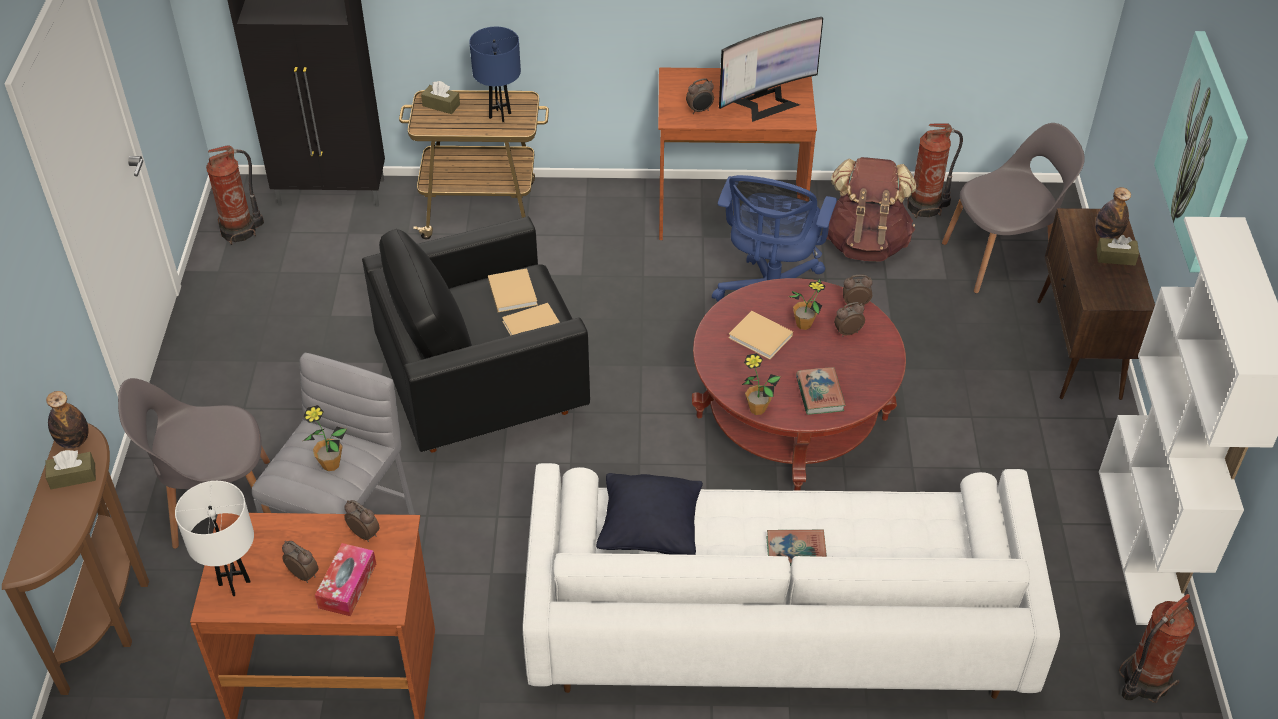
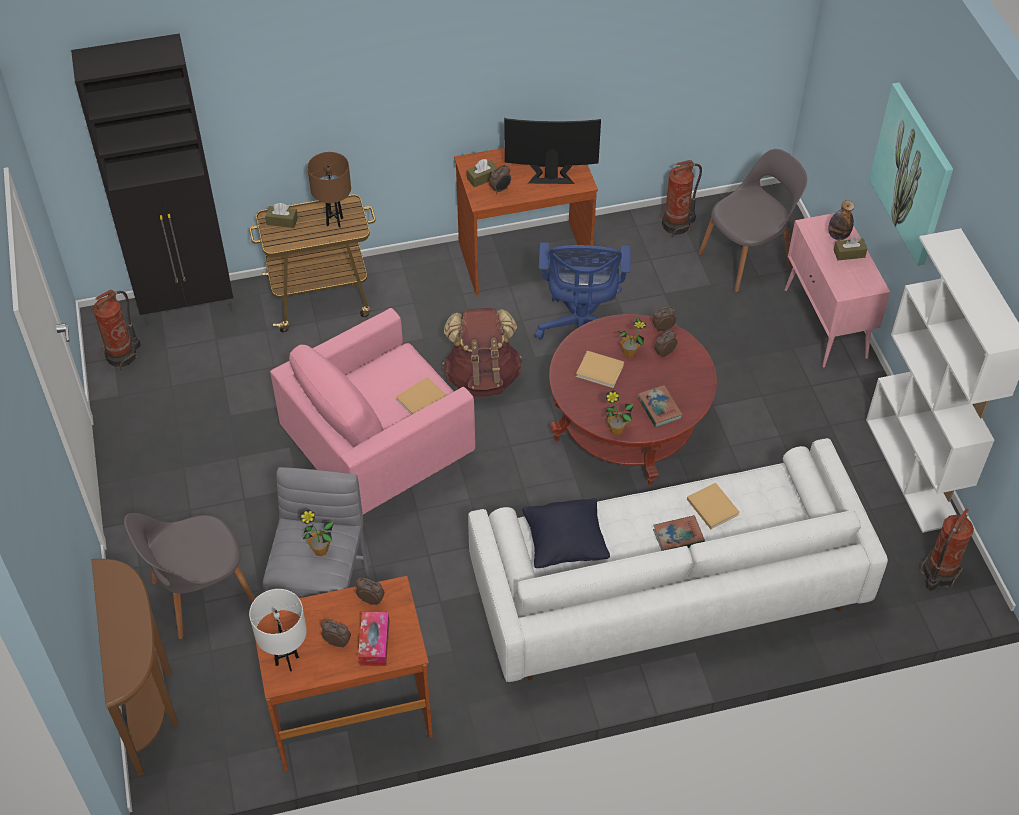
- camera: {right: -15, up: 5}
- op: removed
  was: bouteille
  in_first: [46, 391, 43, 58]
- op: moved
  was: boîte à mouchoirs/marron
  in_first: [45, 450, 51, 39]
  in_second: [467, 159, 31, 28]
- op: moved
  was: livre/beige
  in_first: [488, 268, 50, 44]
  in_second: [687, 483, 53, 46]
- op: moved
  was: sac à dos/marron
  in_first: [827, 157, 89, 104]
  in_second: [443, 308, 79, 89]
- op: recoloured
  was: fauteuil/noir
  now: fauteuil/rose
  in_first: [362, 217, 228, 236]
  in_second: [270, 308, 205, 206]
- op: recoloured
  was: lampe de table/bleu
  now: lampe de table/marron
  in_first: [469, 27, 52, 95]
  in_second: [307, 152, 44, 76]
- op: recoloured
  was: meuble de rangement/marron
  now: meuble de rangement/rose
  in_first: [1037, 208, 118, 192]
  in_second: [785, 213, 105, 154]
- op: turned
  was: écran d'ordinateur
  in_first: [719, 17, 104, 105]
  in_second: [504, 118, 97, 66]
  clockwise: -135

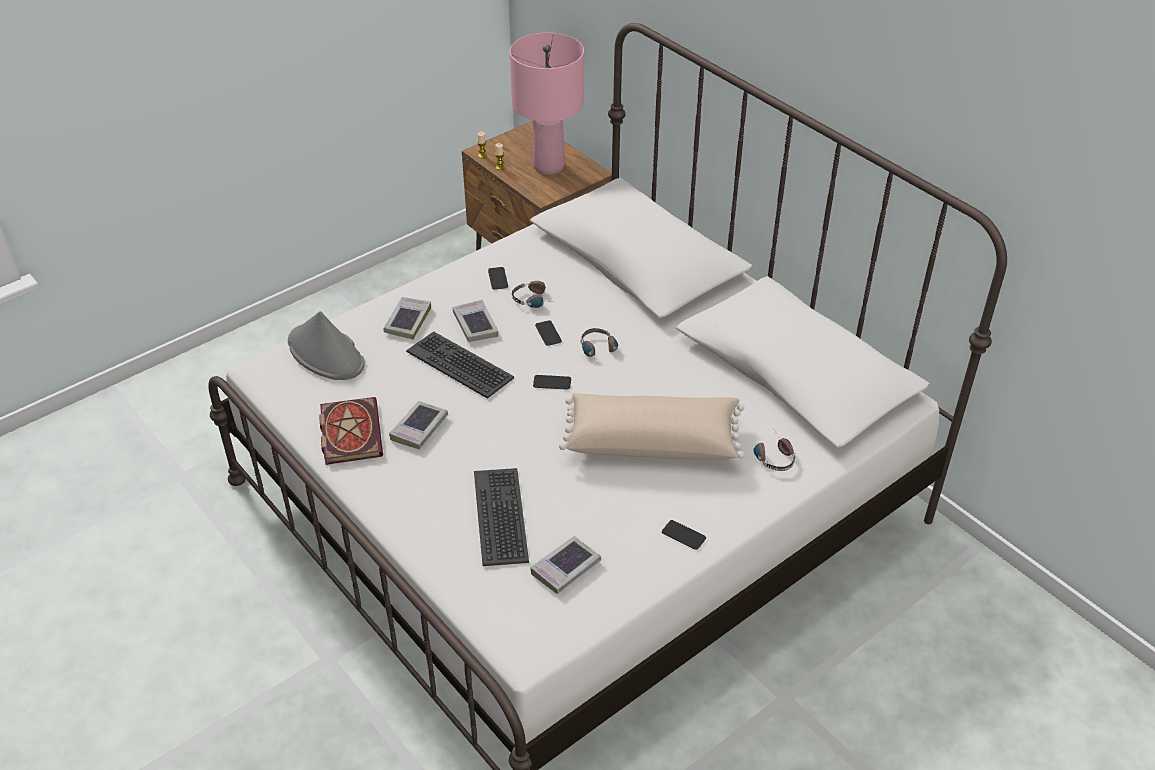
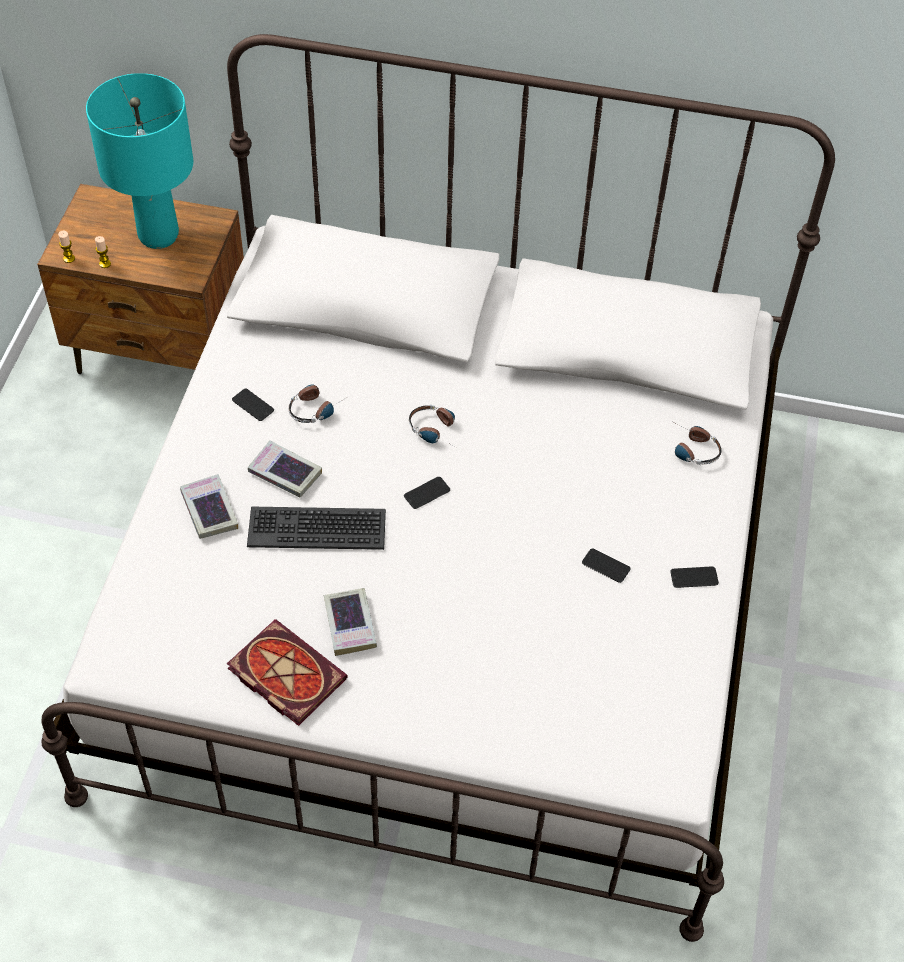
- camera: {right: -40, up: 10}
- op: removed
  was: chapeau/gris
  in_first: [288, 311, 77, 69]
- op: removed
  was: clavier
  in_first: [474, 468, 55, 98]
- op: removed
  was: livre
  in_first: [530, 536, 71, 58]
- op: removed
  was: coussin/beige
  in_first: [559, 393, 186, 67]
- op: moved
  was: téléphone
  in_first: [535, 320, 27, 26]
  in_second: [582, 548, 49, 35]
- op: recoloured
  was: lampe de table/rose
  now: lampe de table/turquoise
  in_first: [510, 33, 74, 142]
  in_second: [86, 73, 107, 176]

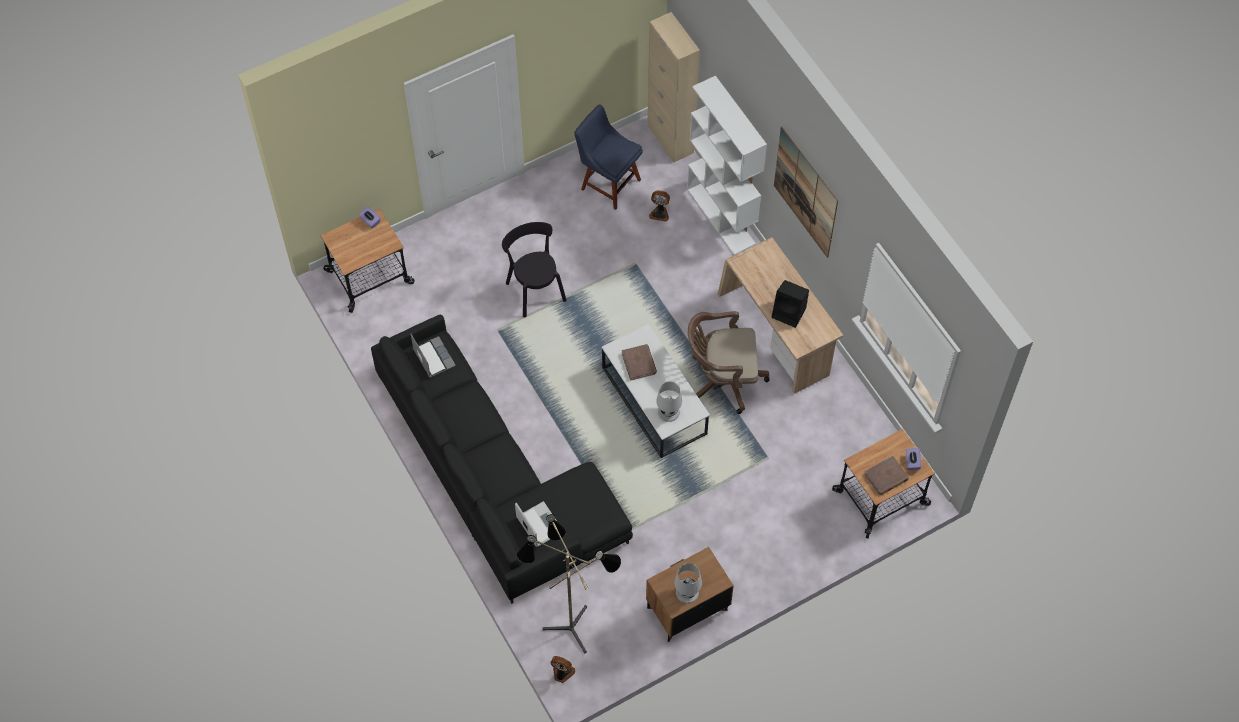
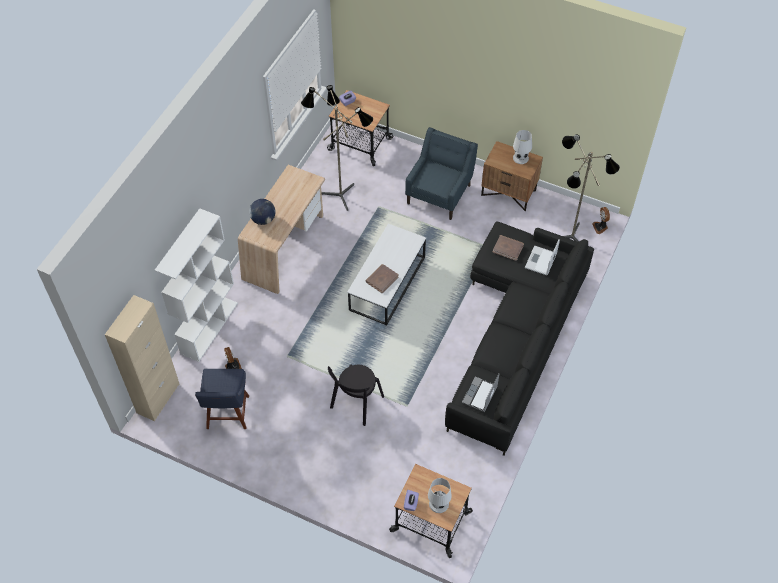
- camera: {right: -125, up: -5}
- op: removed
  was: chaise de bureau/marron
  in_first: [688, 311, 82, 103]
- op: removed
  was: enceinte/noir
  in_first: [772, 280, 37, 48]
- op: removed
  was: tableau
  in_first: [774, 126, 64, 132]
- op: added
  now: globe
  in_second: [249, 199, 27, 26]
- op: added
  now: lampadaire
  in_second: [301, 85, 72, 126]
- op: added
  now: fauteuil/bleu
  in_second: [405, 127, 73, 93]
- op: moved
  was: lampe de table/blanc
  in_first: [656, 382, 26, 40]
  in_second: [428, 478, 24, 35]
- op: moved
  was: livre/marron
  in_first: [864, 456, 45, 39]
  in_second: [493, 235, 31, 26]

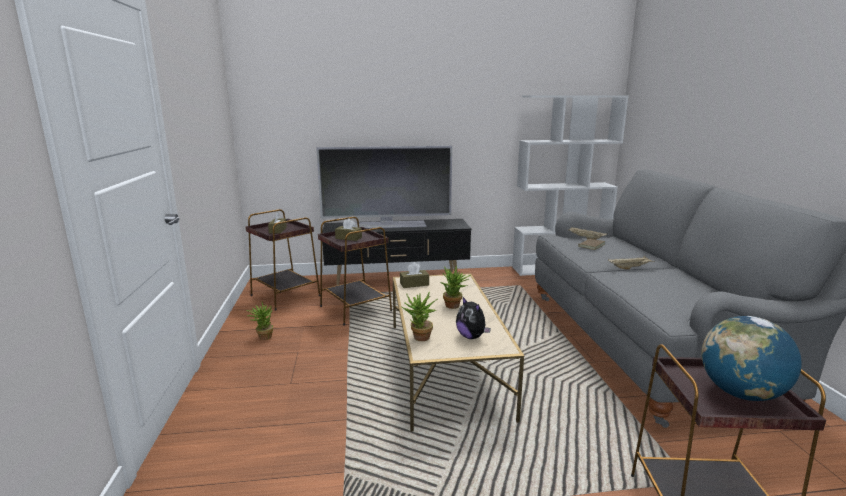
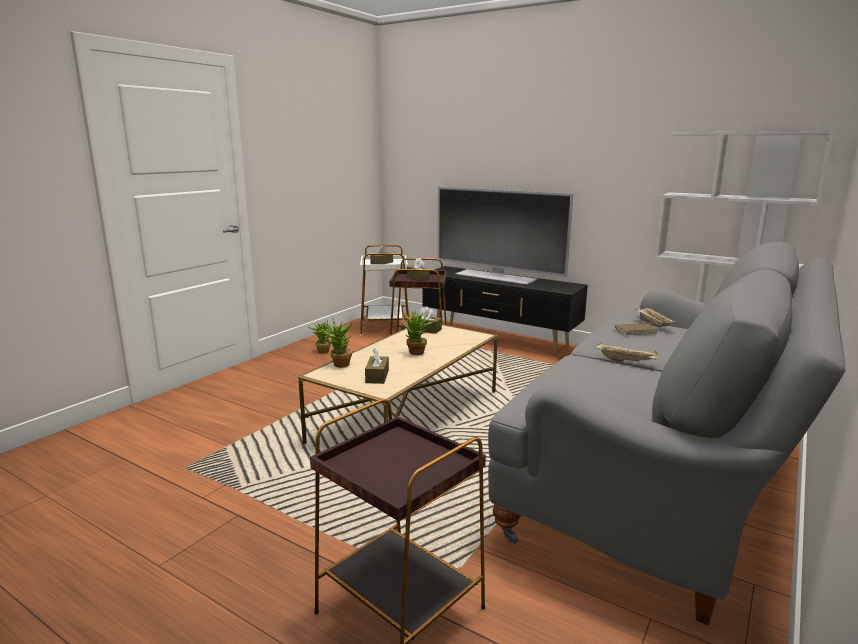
- camera: {right: 40, up: 0}
- op: removed
  was: globe
  in_first: [702, 316, 100, 85]
- op: replaced
  was: peluche
  now: boîte à mouchoirs/marron
  in_first: [456, 296, 35, 43]
  in_second: [365, 348, 24, 36]
- op: recoloured
  was: table d'appoint/marron
  now: table d'appoint/blanc
  in_first: [246, 209, 74, 102]
  in_second: [360, 245, 50, 91]

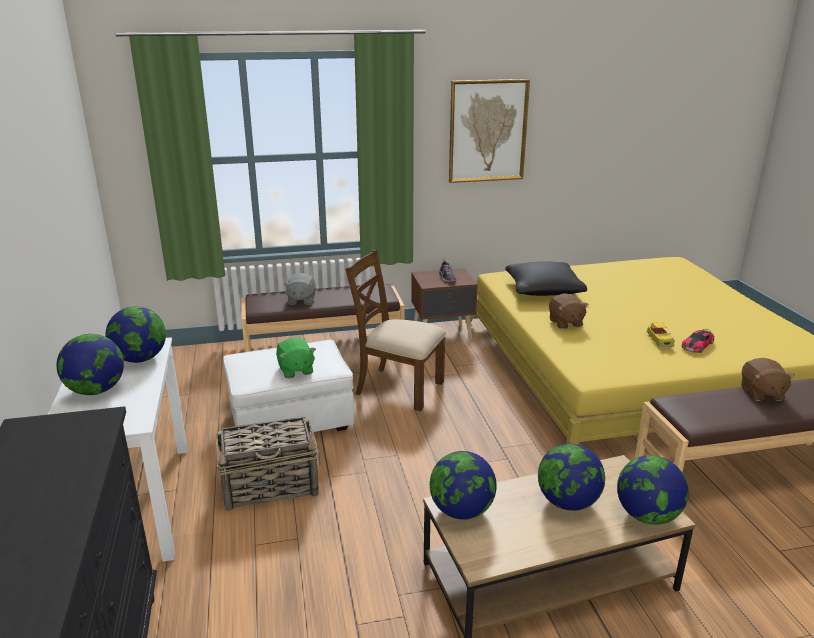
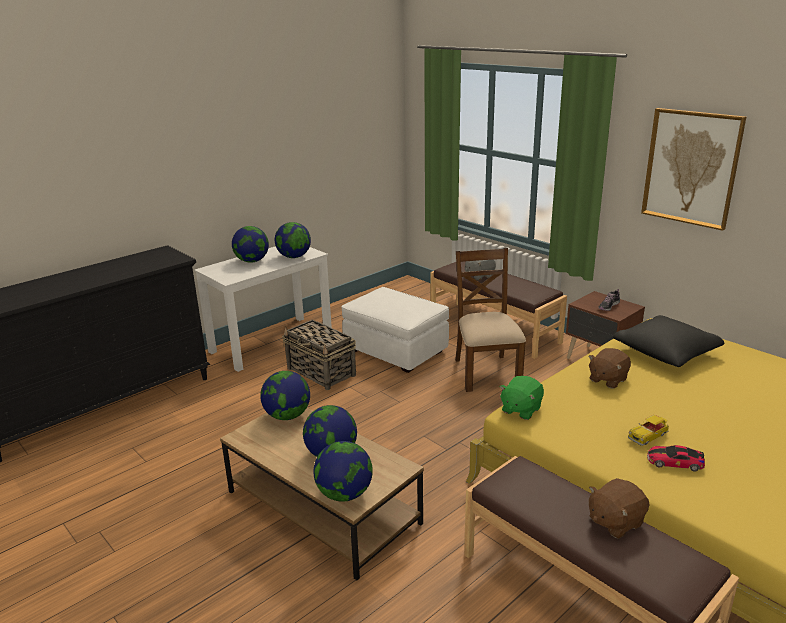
- camera: {right: 60, up: 0}
- op: moved
  was: peluche/vert
  in_first: [276, 338, 40, 40]
  in_second: [499, 376, 45, 44]

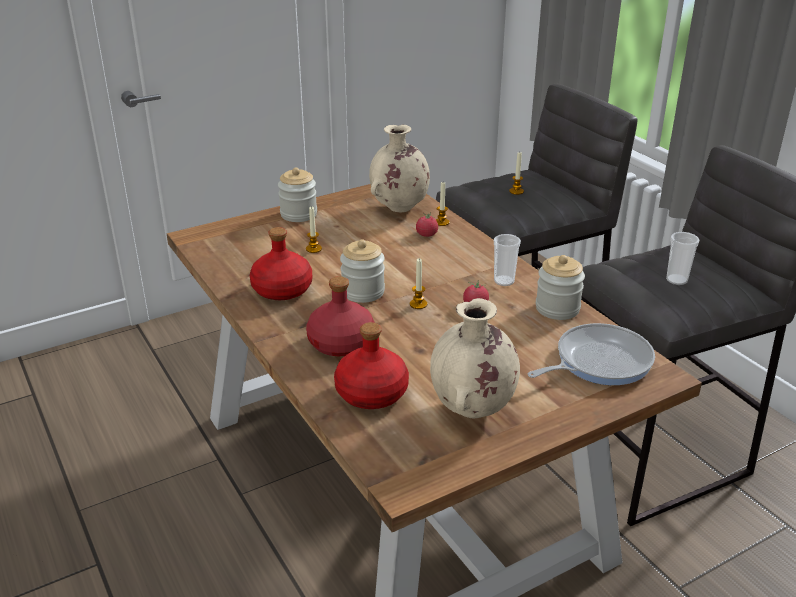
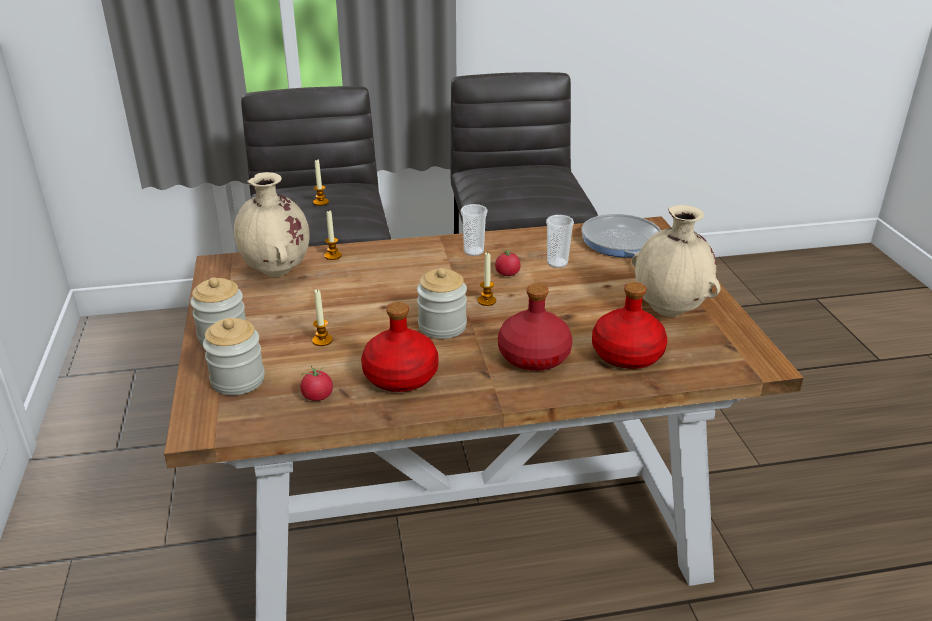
- camera: {right: -70, up: 0}
- op: moved
  was: tomate
  in_first: [416, 212, 22, 25]
  in_second: [301, 366, 32, 35]
- op: moved
  was: bocal
  in_first: [536, 255, 49, 65]
  in_second: [203, 318, 62, 77]
- op: moved
  was: tasse
  in_first: [666, 232, 33, 53]
  in_second: [546, 215, 28, 53]

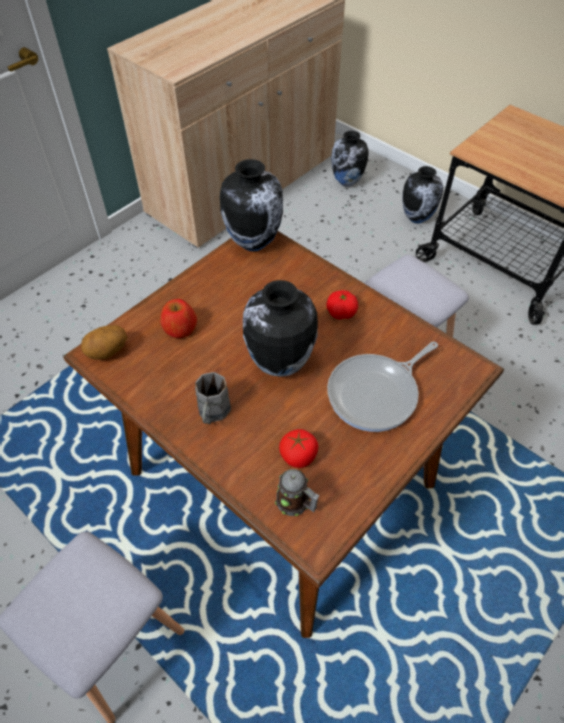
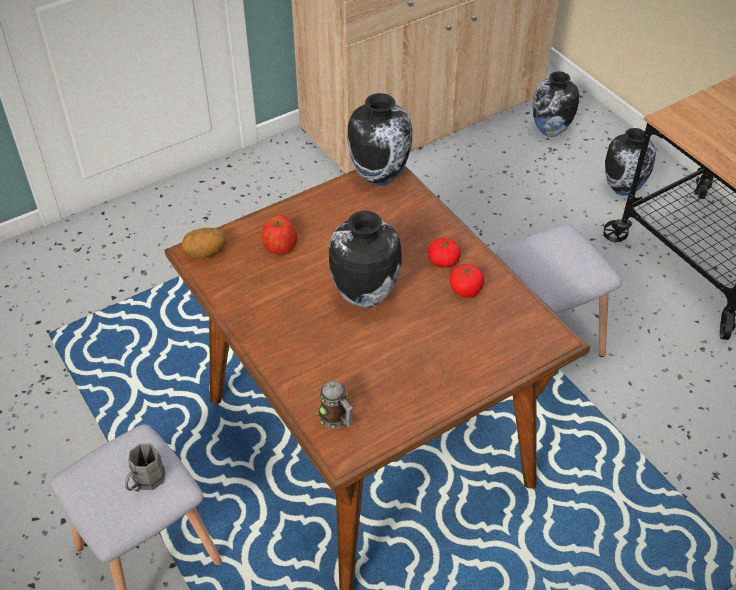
- camera: {right: 15, up: -5}
- op: removed
  was: poêle
  in_first: [327, 342, 111, 90]
- op: moved
  was: mug/gris
  in_first: [195, 372, 36, 52]
  in_second: [125, 444, 40, 48]
- op: moved
  was: tomate
  in_first: [279, 429, 39, 39]
  in_second: [450, 264, 34, 34]

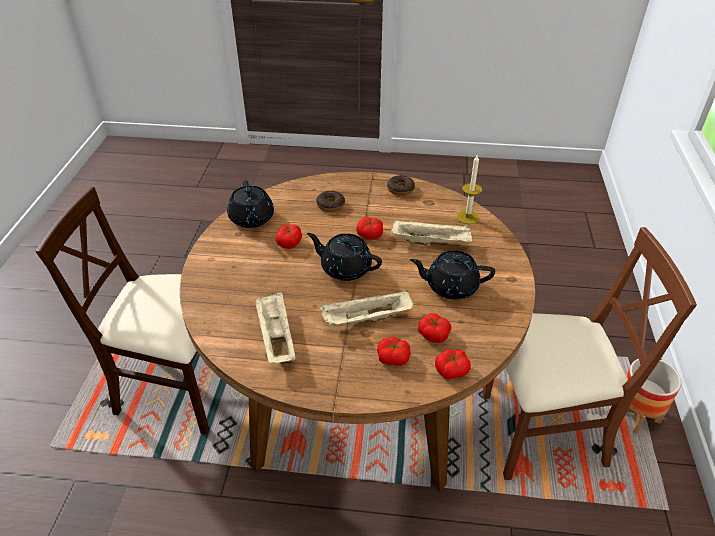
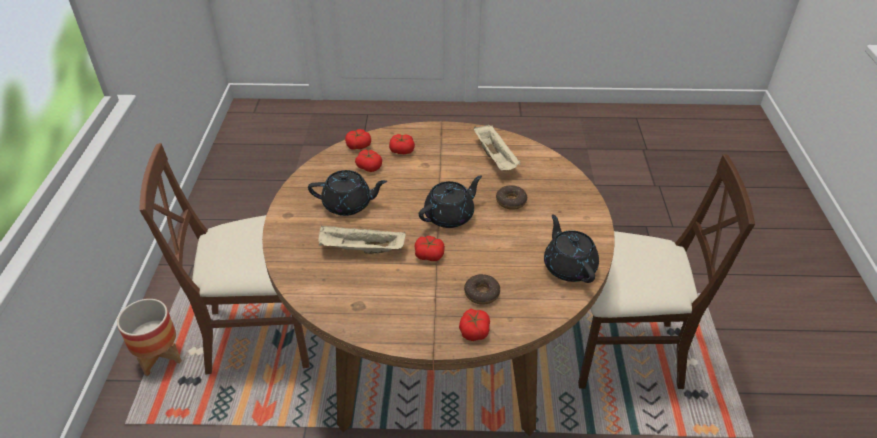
- camera: {right: 175, up: 0}
- op: removed
  was: plateau/beige
  in_first: [320, 290, 93, 36]
- op: removed
  was: bougie
  in_first: [457, 155, 25, 69]
- op: moved
  was: tomate
  in_first: [276, 224, 26, 25]
  in_second: [459, 309, 31, 32]
- op: moved
  was: beignet
  in_first: [387, 175, 28, 21]
  in_second: [496, 185, 31, 25]
- op: turned
  was: théière/noir
  in_first: [307, 233, 75, 48]
  in_second: [419, 175, 63, 53]
  clockwise: -60

